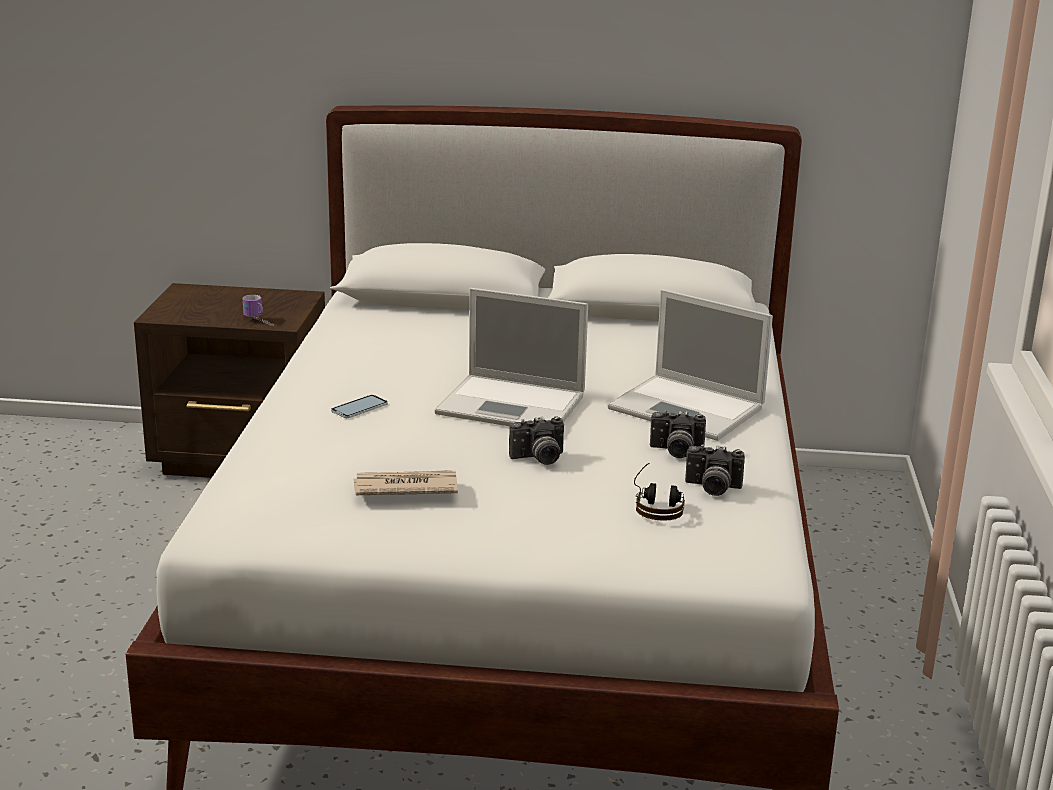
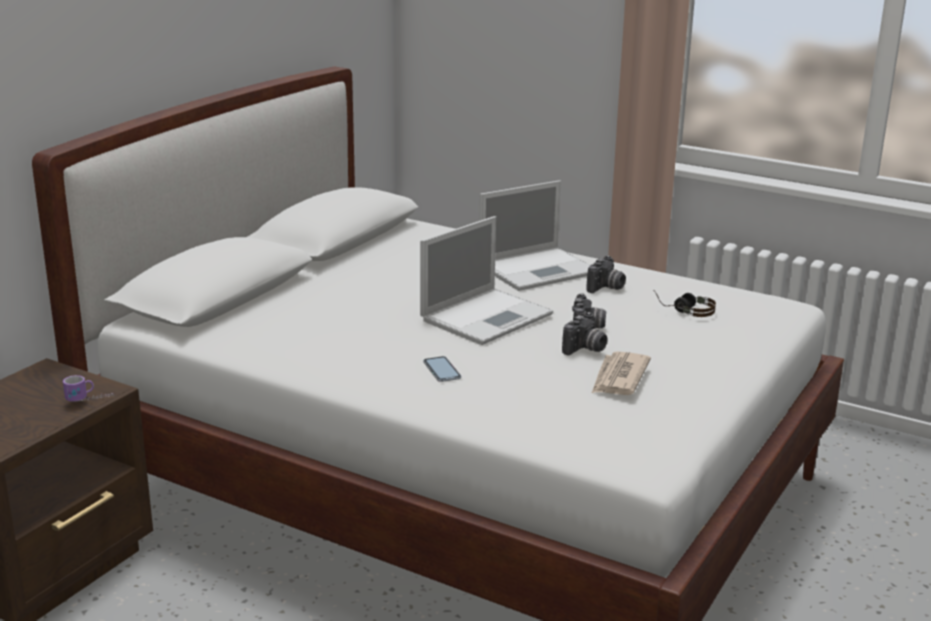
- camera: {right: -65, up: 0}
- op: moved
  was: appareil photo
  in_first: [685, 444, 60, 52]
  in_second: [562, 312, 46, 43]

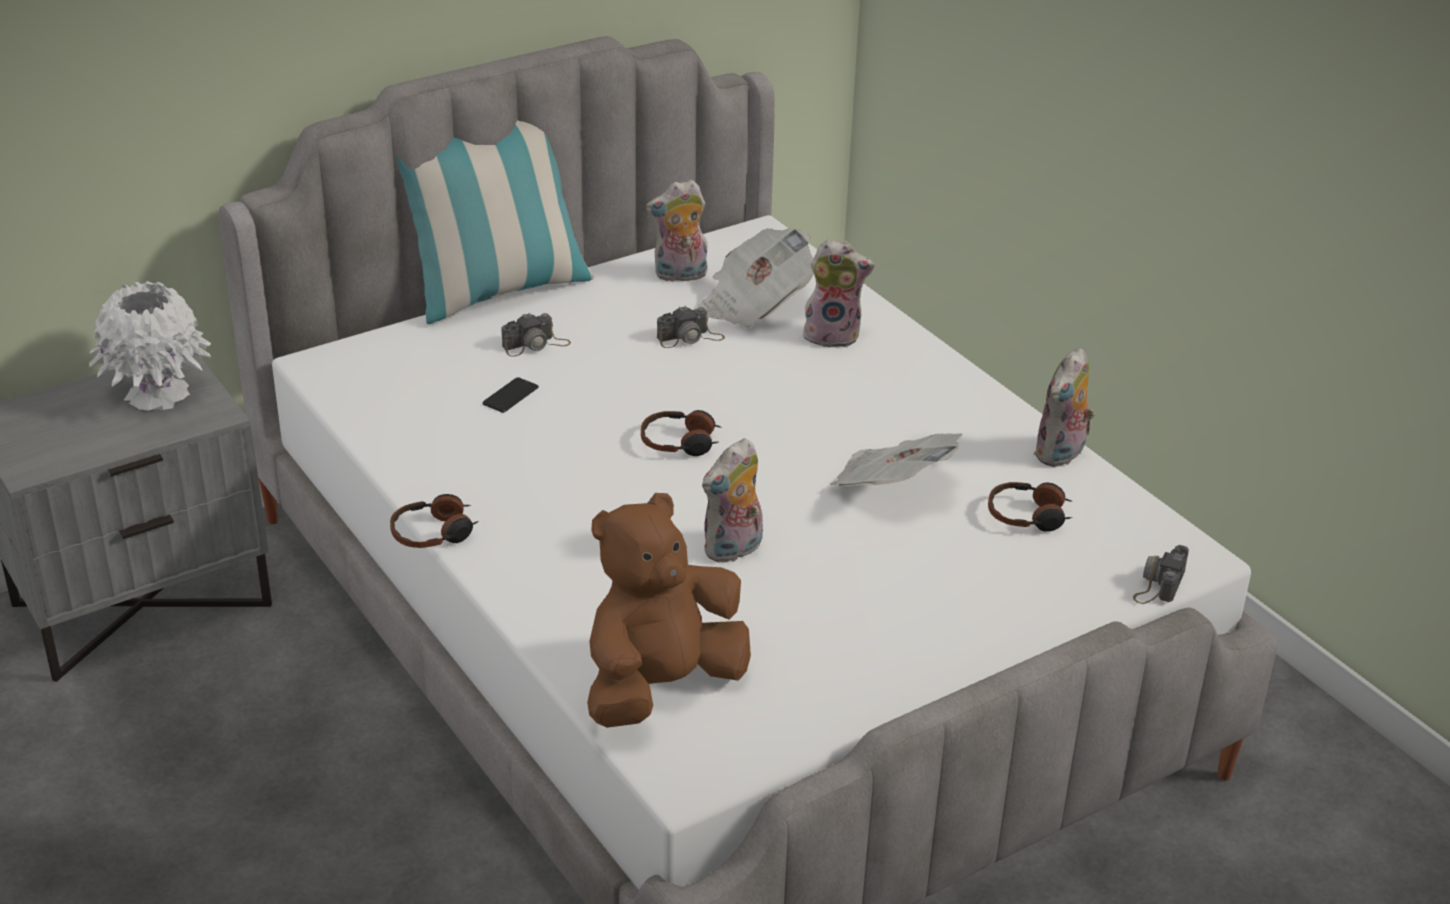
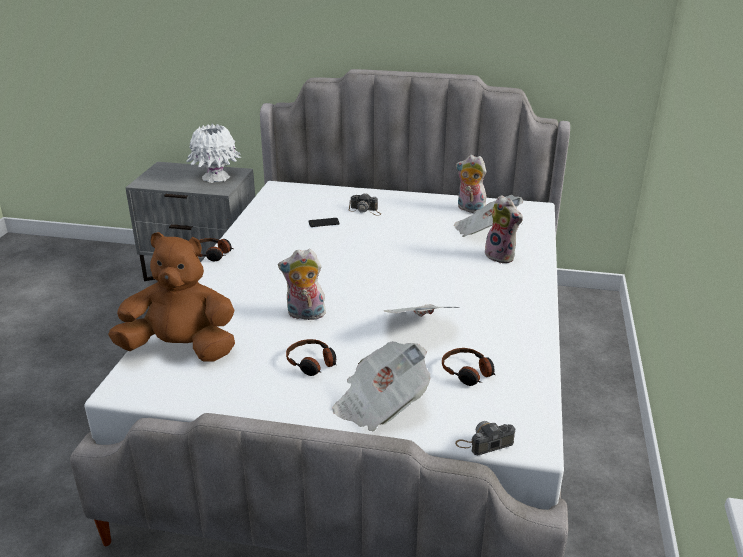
- camera: {right: 45, up: -5}
- op: removed
  was: coussin
  in_first: [397, 120, 197, 204]
- op: removed
  was: appareil photo
  in_first: [657, 306, 68, 42]
- op: removed
  was: peluche
  in_first: [1034, 347, 61, 120]
- op: added
  now: journal
  in_second: [332, 341, 99, 91]
- op: moved
  was: casque audio
  in_first: [641, 410, 81, 46]
  in_second: [286, 339, 50, 37]

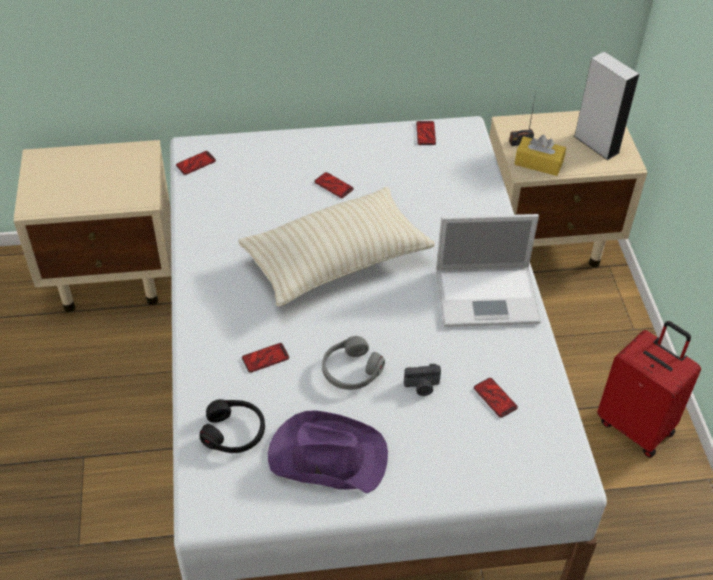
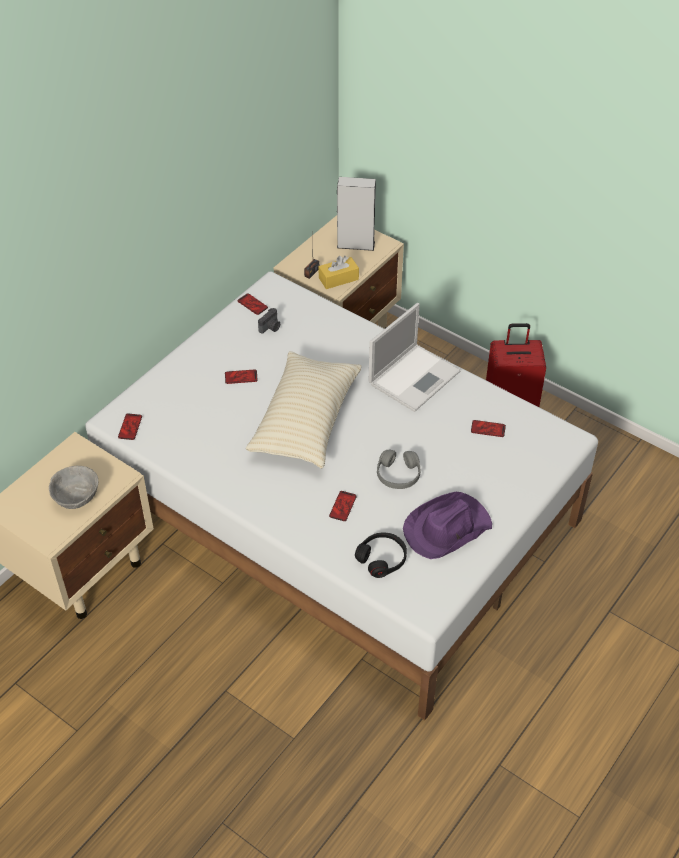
- camera: {right: -45, up: 0}
- op: added
  now: bol/gris
  in_second: [49, 466, 50, 43]
- op: moved
  was: appareil photo
  in_first: [404, 364, 37, 32]
  in_second: [258, 308, 22, 26]

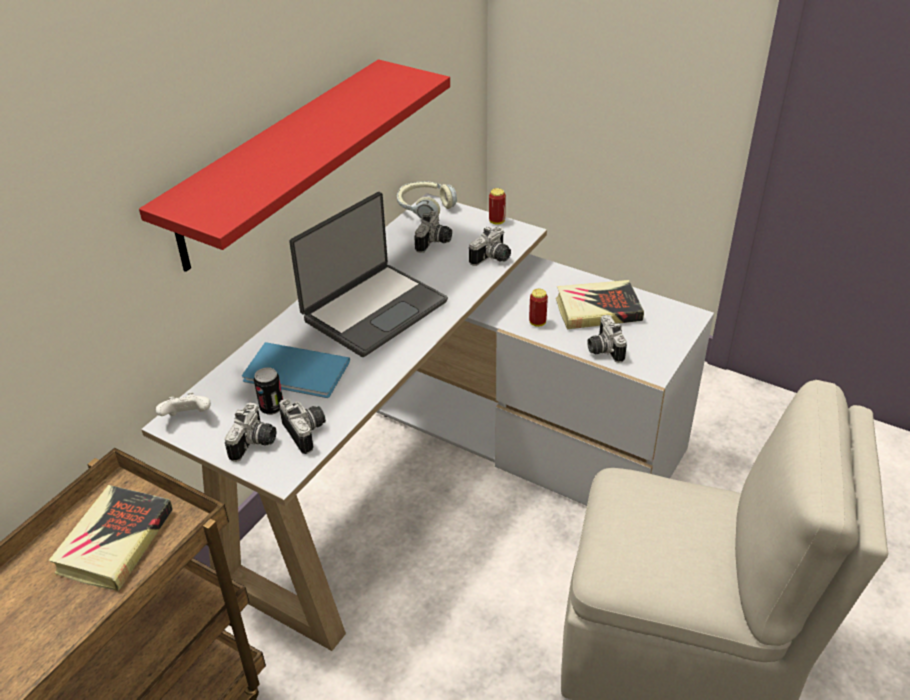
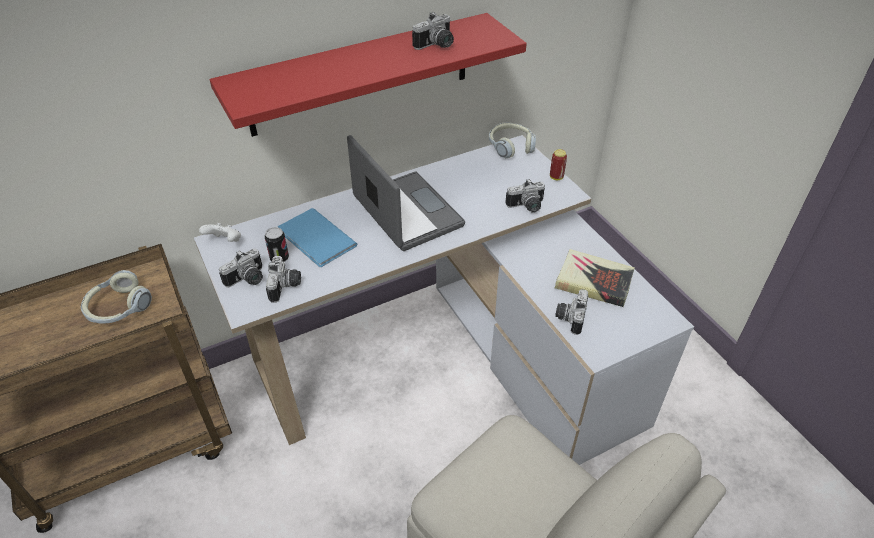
- camera: {right: 30, up: 5}
- op: removed
  was: boîte métallique
  in_first: [529, 289, 19, 38]
- op: moved
  was: appareil photo
  in_first: [414, 211, 38, 42]
  in_second: [412, 12, 42, 38]
- op: replaced
  was: livre
  now: casque audio
  in_first: [48, 485, 125, 106]
  in_second: [81, 270, 71, 54]
- op: turned
  was: ordinateur portable
  in_first: [289, 192, 159, 165]
  in_second: [347, 135, 118, 116]
  clockwise: -105

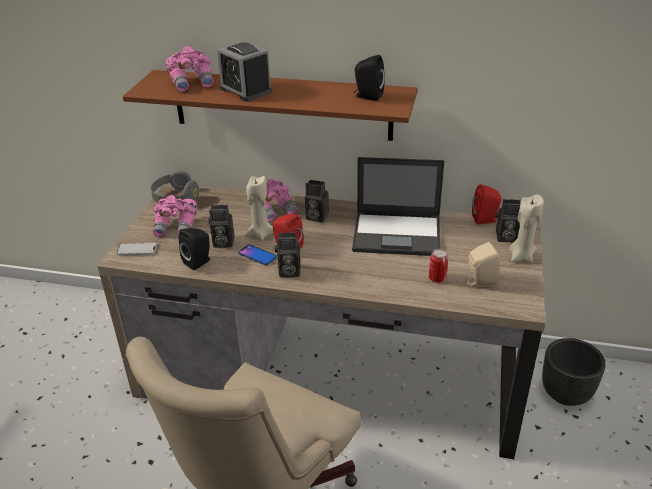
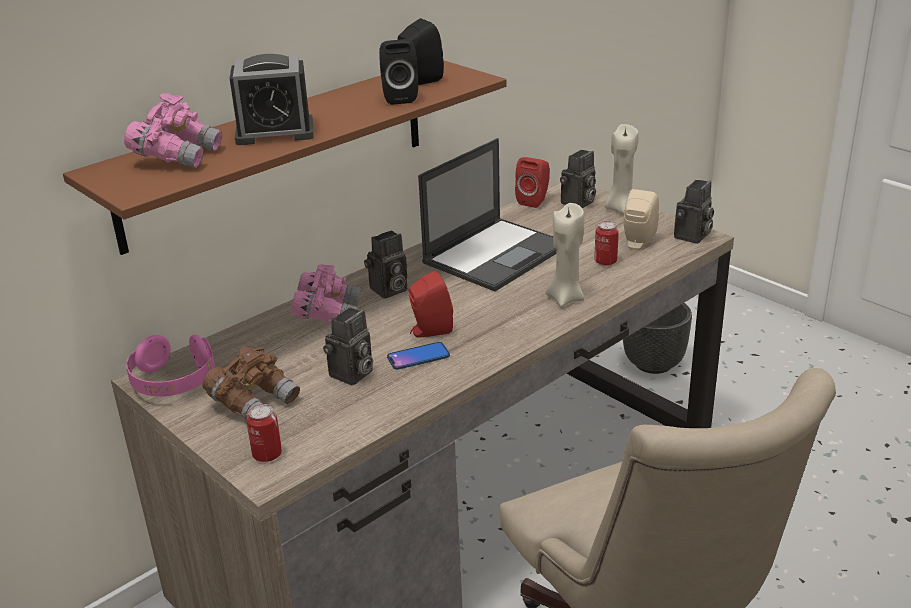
- camera: {right: -55, up: -5}
- op: moved
  was: enceinte/noir
  in_first: [179, 228, 31, 42]
  in_second: [379, 39, 39, 66]
- op: moved
  was: bougie/beige
  in_first: [245, 176, 29, 65]
  in_second: [546, 203, 38, 104]
- op: moved
  was: appareil photo
  in_first: [275, 232, 26, 45]
  in_second: [674, 180, 40, 64]
- op: replaced
  was: téléphone
  now: boîte métallique
  in_first: [117, 243, 40, 13]
  in_second: [246, 404, 36, 58]
- op: recoloured
  was: casque audio/gris
  now: casque audio/rose
  in_first: [151, 171, 48, 31]
  in_second: [126, 335, 89, 62]
- op: recoloured
  was: jumelles/rose
  now: jumelles/marron
  in_first: [152, 195, 45, 42]
  in_second: [202, 347, 98, 72]

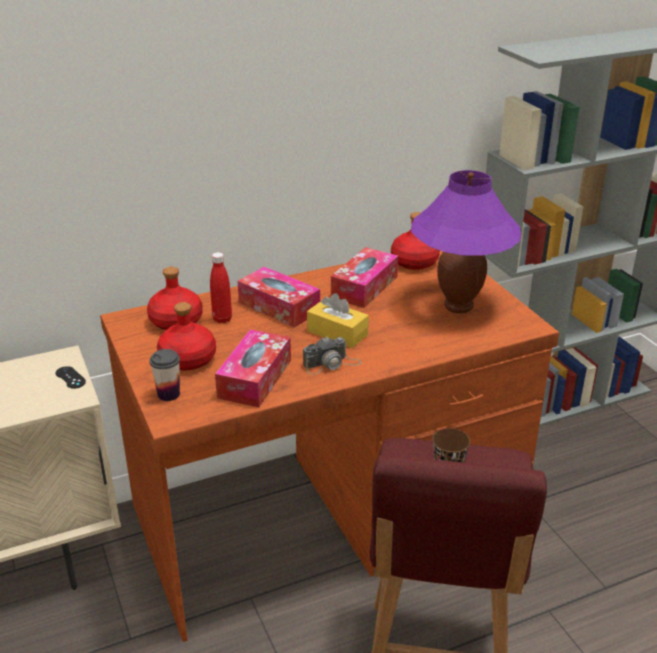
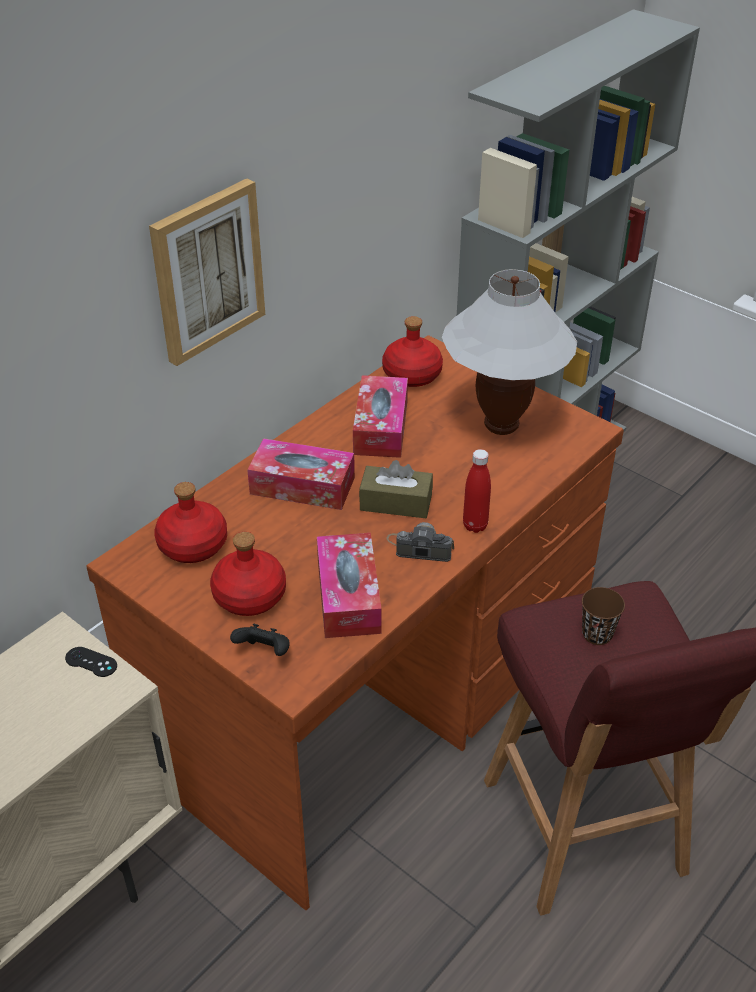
- camera: {right: -25, up: 10}
- op: added
  now: tableau
  in_second: [149, 178, 116, 188]
- op: moved
  was: bouteille/rouge
  in_first: [210, 252, 22, 71]
  in_second: [463, 449, 28, 84]
- op: replaced
  was: tasse
  now: manette/noir
  in_first: [149, 349, 31, 52]
  in_second: [230, 623, 60, 33]
- op: recoloured
  was: boîte à mouchoirs/jaune
  now: boîte à mouchoirs/marron
  in_first: [307, 293, 62, 55]
  in_second: [359, 460, 74, 58]
- op: recoloured
  was: lampe de table/violet
  now: lampe de table/blanc
  in_first: [411, 170, 110, 144]
  in_second: [442, 269, 135, 166]
- op: turned
  was: appareil photo
  in_first: [303, 336, 59, 39]
  in_second: [387, 522, 67, 40]
  clockwise: -120

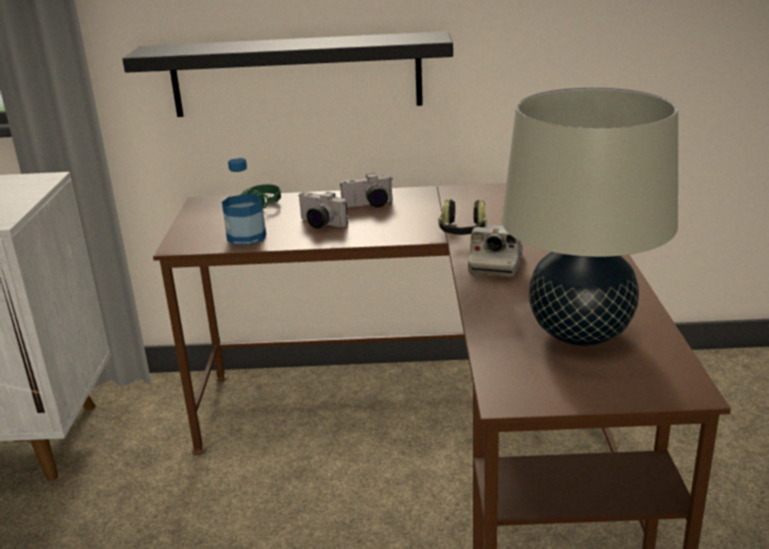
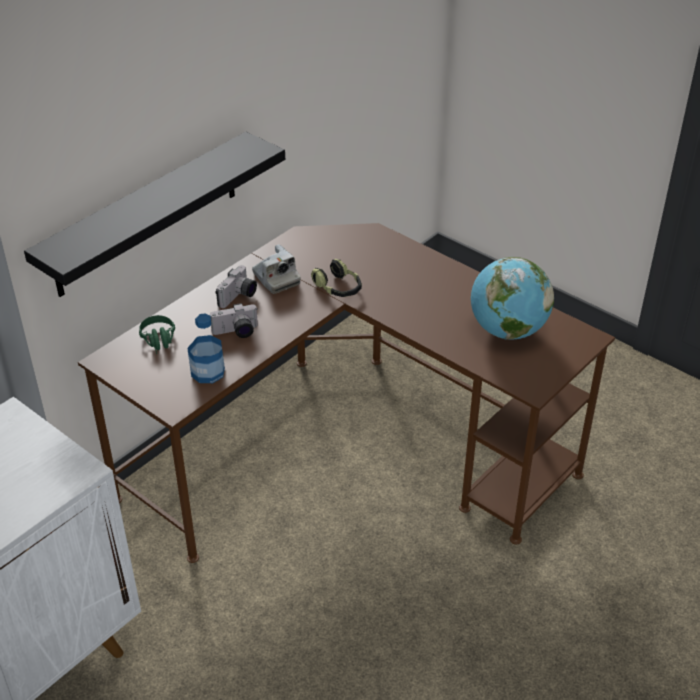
- camera: {right: -50, up: 15}
- op: moved
  was: appareil photo
  in_first: [468, 225, 55, 52]
  in_second: [252, 244, 49, 50]
- op: replaced
  was: lampe de table/beige
  now: globe
  in_first: [502, 88, 176, 258]
  in_second: [471, 257, 83, 83]

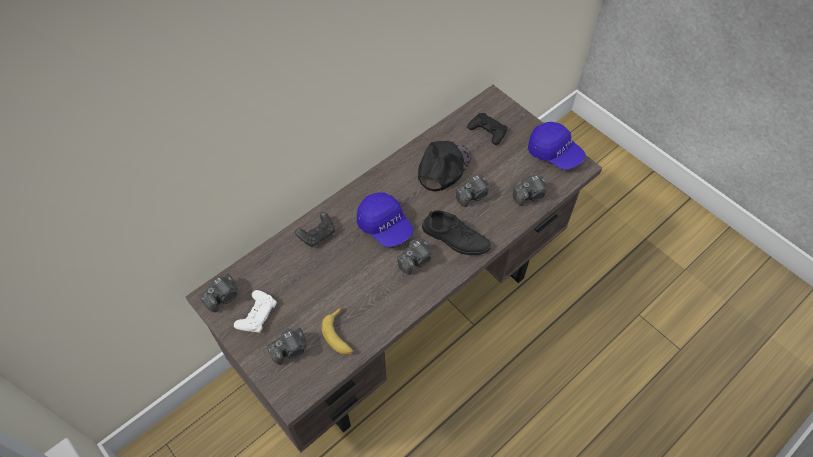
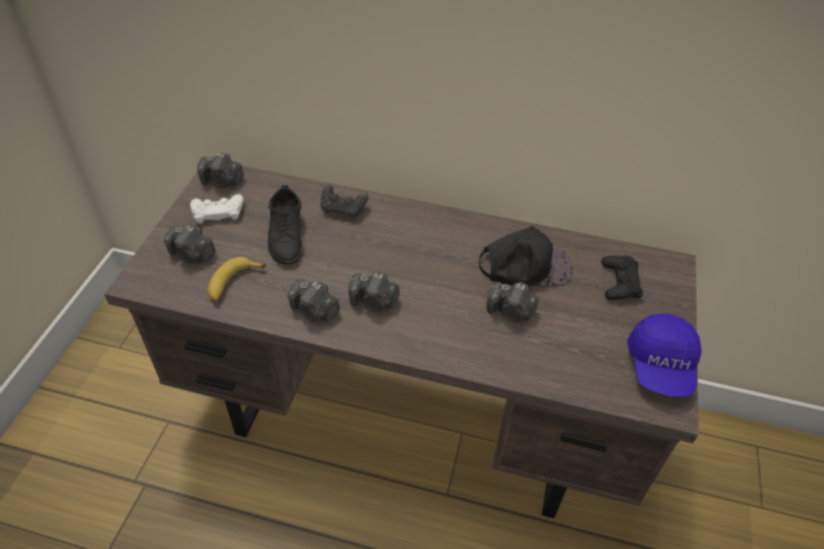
- camera: {right: 55, up: -10}
- op: removed
  was: casquette/bleu
  in_first: [357, 192, 56, 55]
- op: moved
  was: chaussure/noir
  in_first: [422, 210, 69, 45]
  in_second: [268, 185, 34, 80]
- op: moved
  was: appareil photo
  in_first: [513, 174, 33, 32]
  in_second: [288, 279, 52, 42]

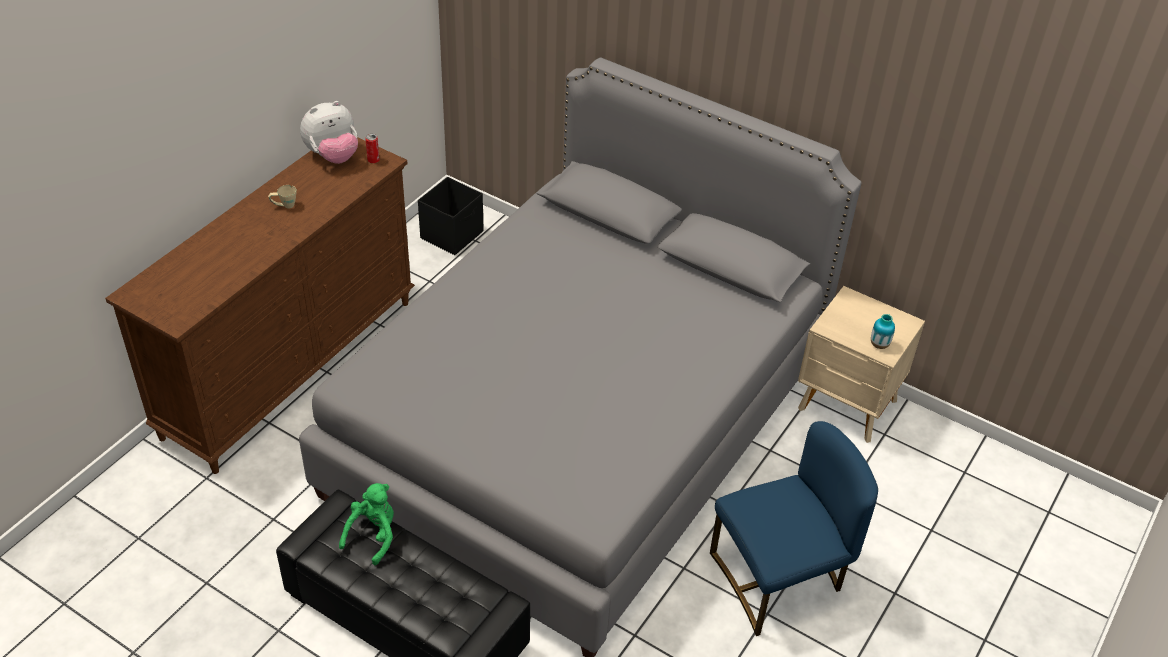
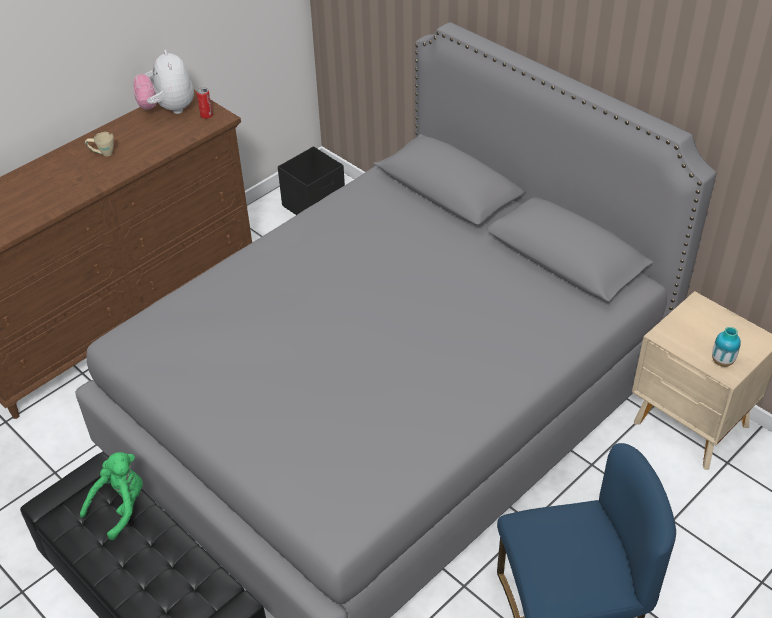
- camera: {right: 15, up: 0}
- op: turned
  was: peluche
  in_first: [300, 101, 58, 63]
  in_second: [133, 50, 61, 64]
  clockwise: 90

